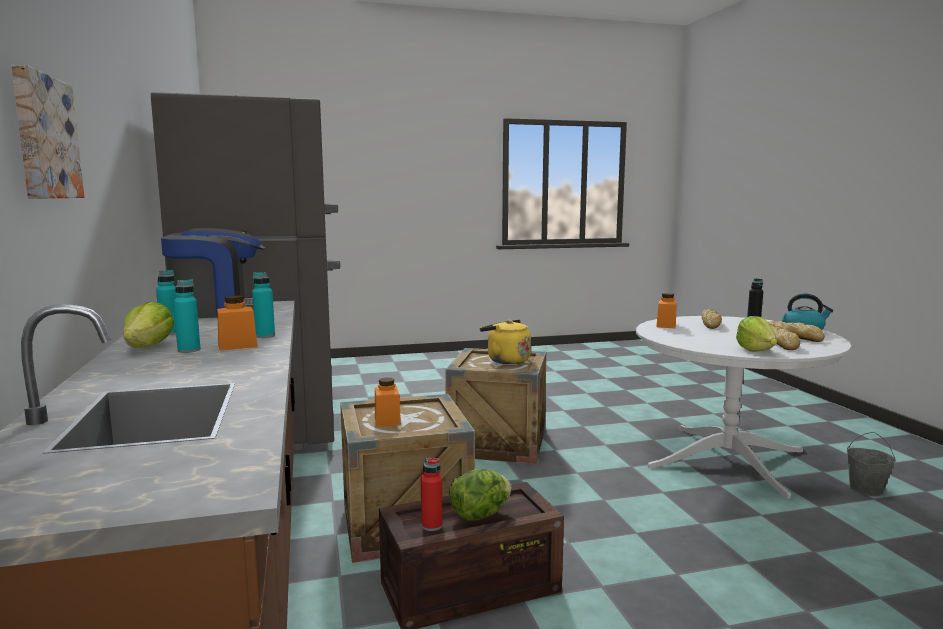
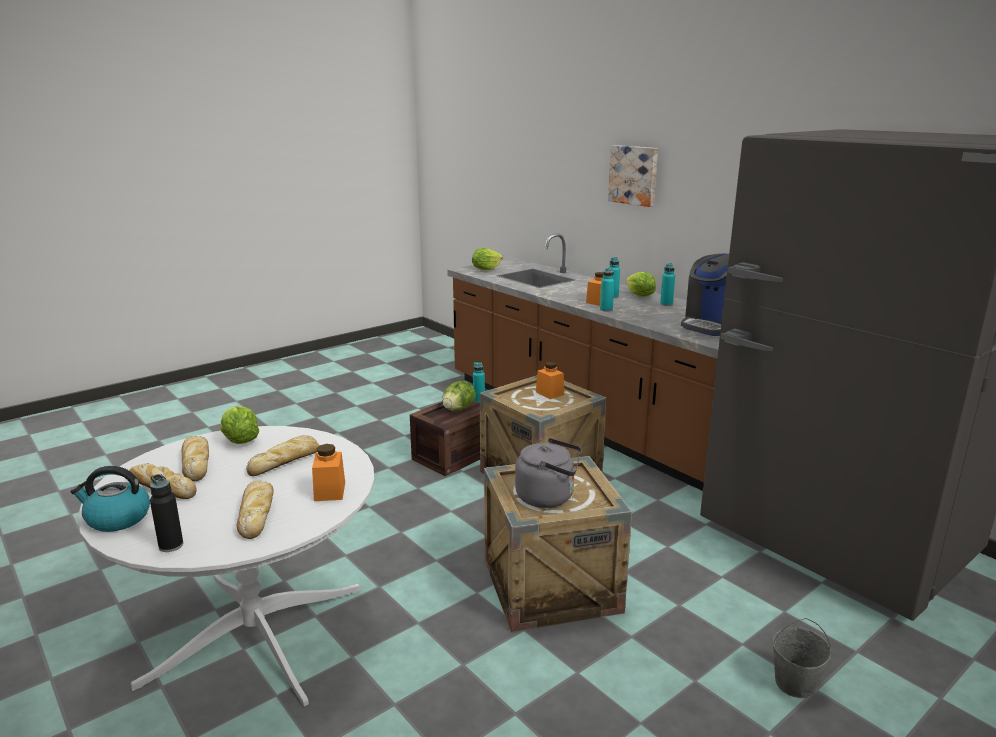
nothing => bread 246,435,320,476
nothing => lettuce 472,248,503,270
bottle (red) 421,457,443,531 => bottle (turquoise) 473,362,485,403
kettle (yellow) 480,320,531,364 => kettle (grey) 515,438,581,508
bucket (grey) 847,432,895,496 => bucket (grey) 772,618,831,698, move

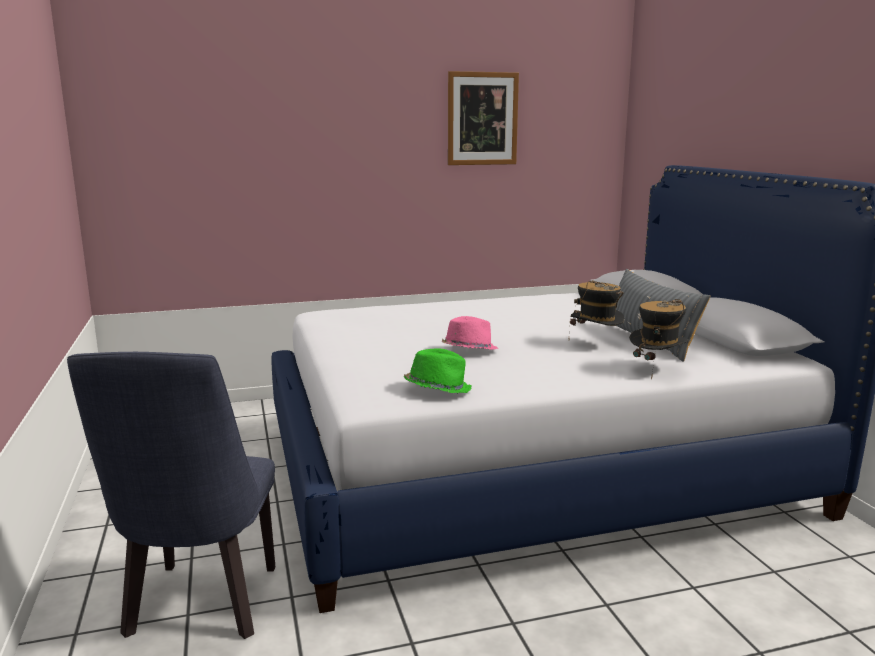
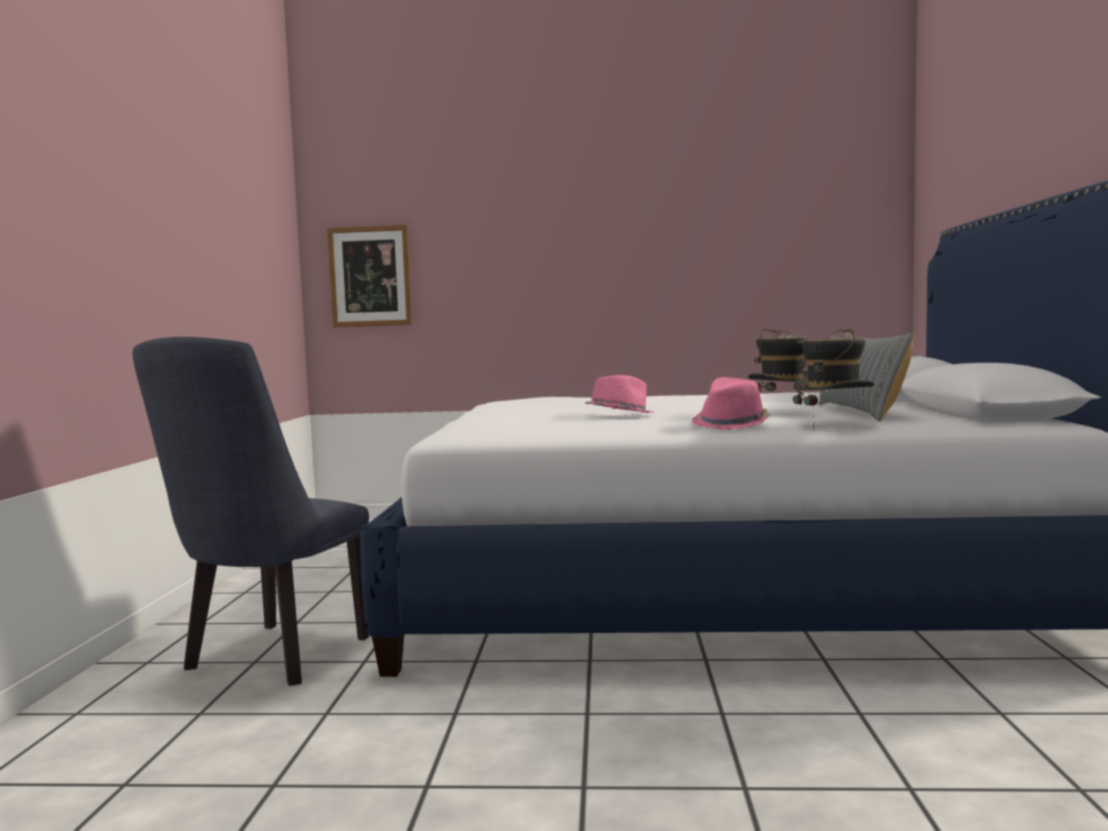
picture 448,71,519,165 => picture 327,224,412,327, move
nothing => hat (pink) 692,377,771,430
hat (green) 404,348,471,393 => nothing

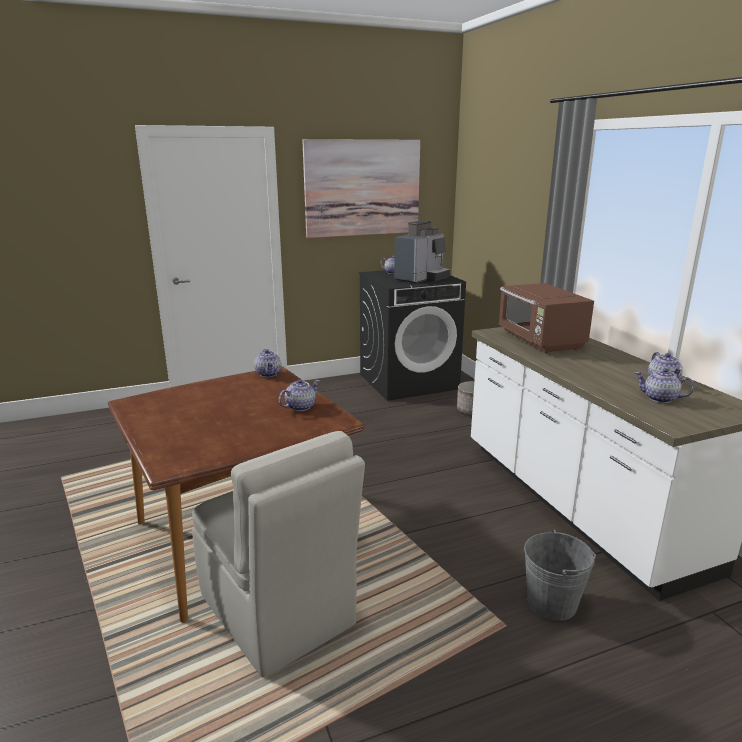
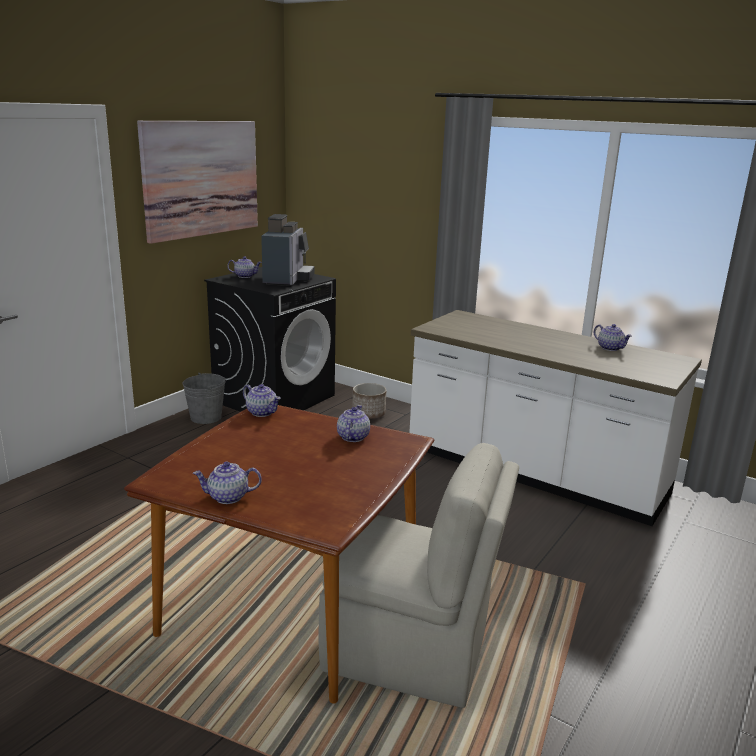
bucket (grey) 524,529,596,621 => bucket (grey) 182,373,226,424, move
teapot 635,368,694,403 => teapot 193,462,262,504, move
microwave (brown) 499,283,594,353 => nothing

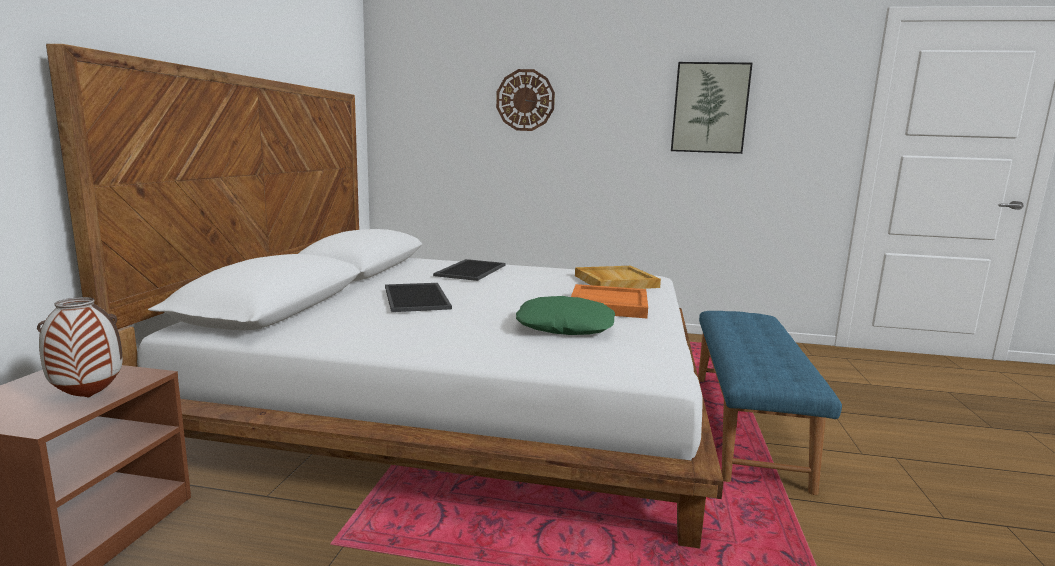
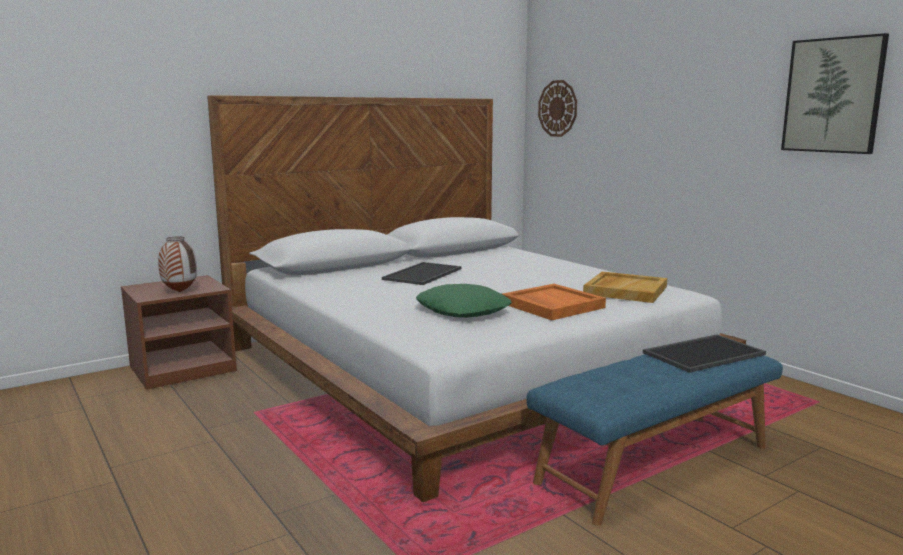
wall clock 496,69,555,131 => wall clock 538,80,577,137, move
tray 433,259,506,281 => tray 643,334,766,373, move

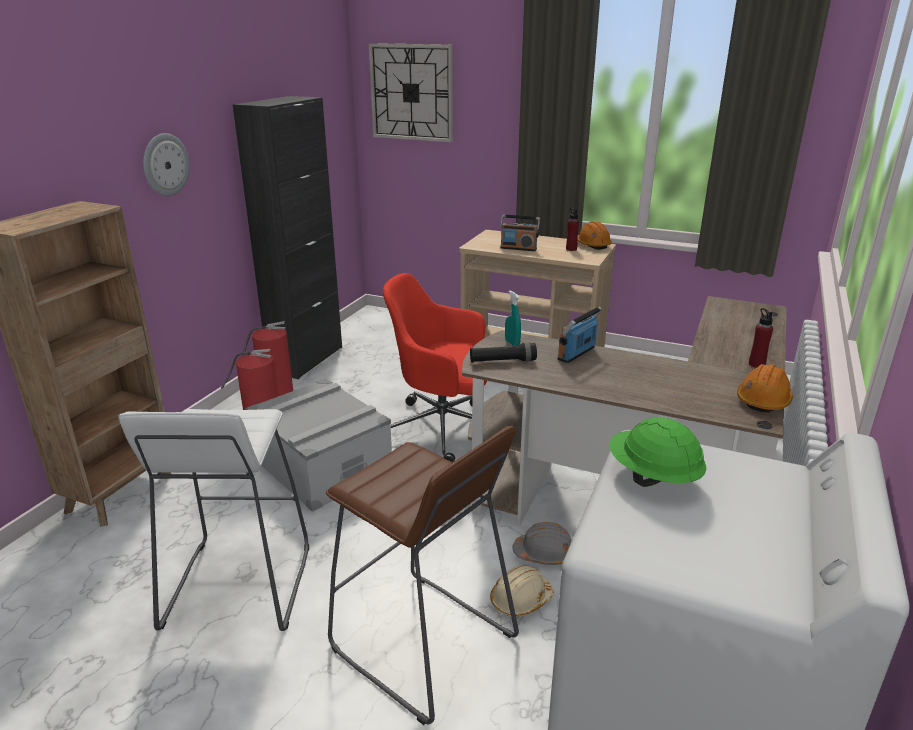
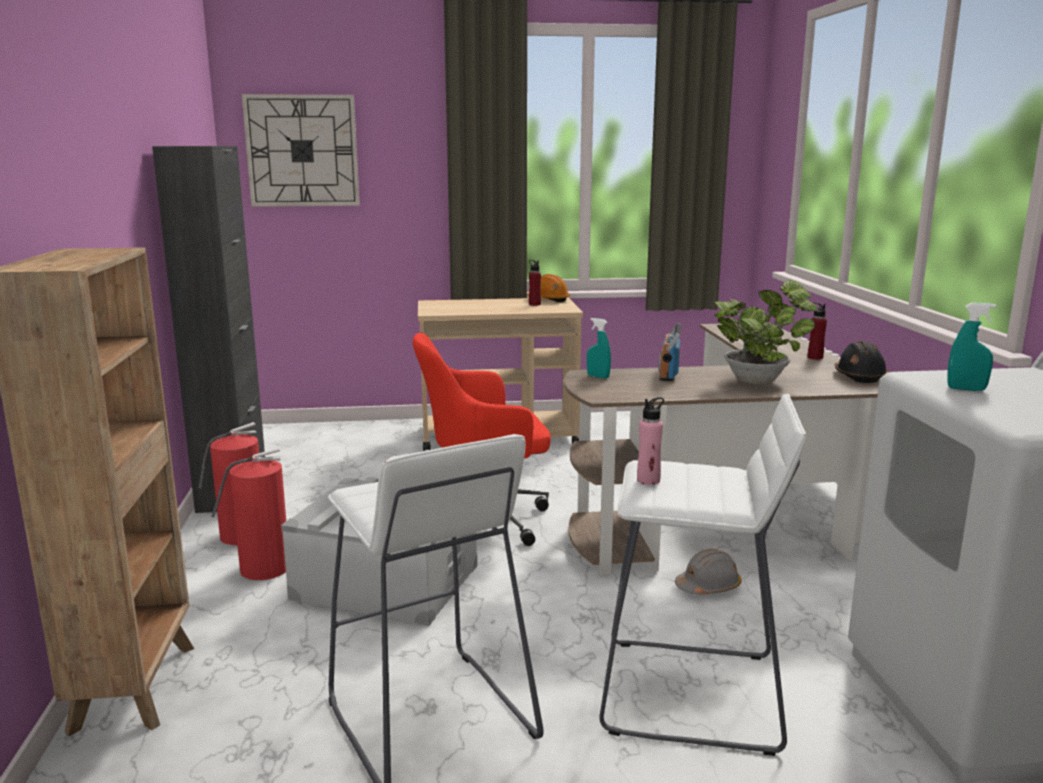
stool (brown) 326,426,519,725 => stool (white) 599,394,806,756
nothing => bottle (pink) 637,397,664,485
nothing => potted plant 715,280,818,384
hard hat (orange) 737,364,793,413 => hard hat (black) 835,341,888,383
hard hat (green) 609,417,707,487 => spray bottle (turquoise) 947,303,996,391
wall clock 143,133,190,196 => nothing
flashlight (black) 470,343,537,363 => nothing
hard hat (beige) 490,565,554,617 => nothing
radio 500,215,540,251 => nothing

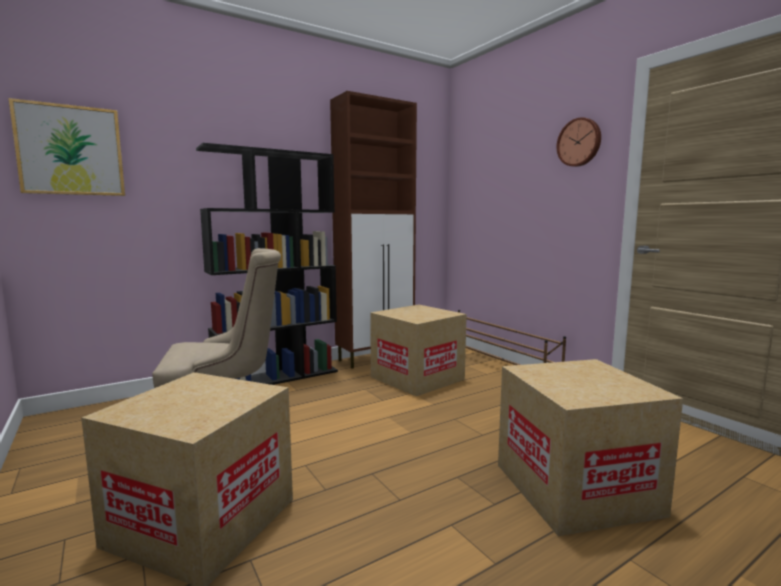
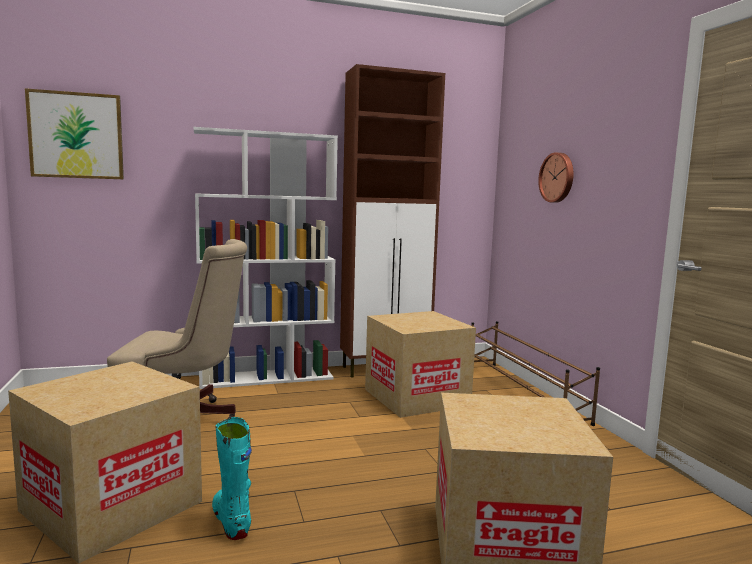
bookcase (black) 196,143,338,385 => bookcase (white) 193,127,338,389
nothing => boot (turquoise) 212,417,252,540
wall clock 557,117,601,167 => wall clock 538,152,574,203, move

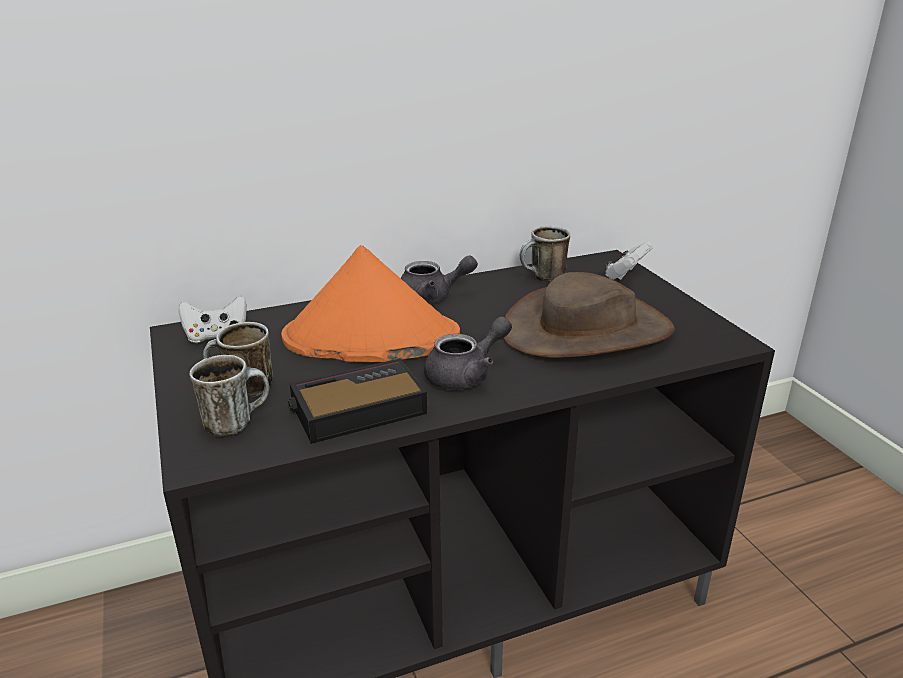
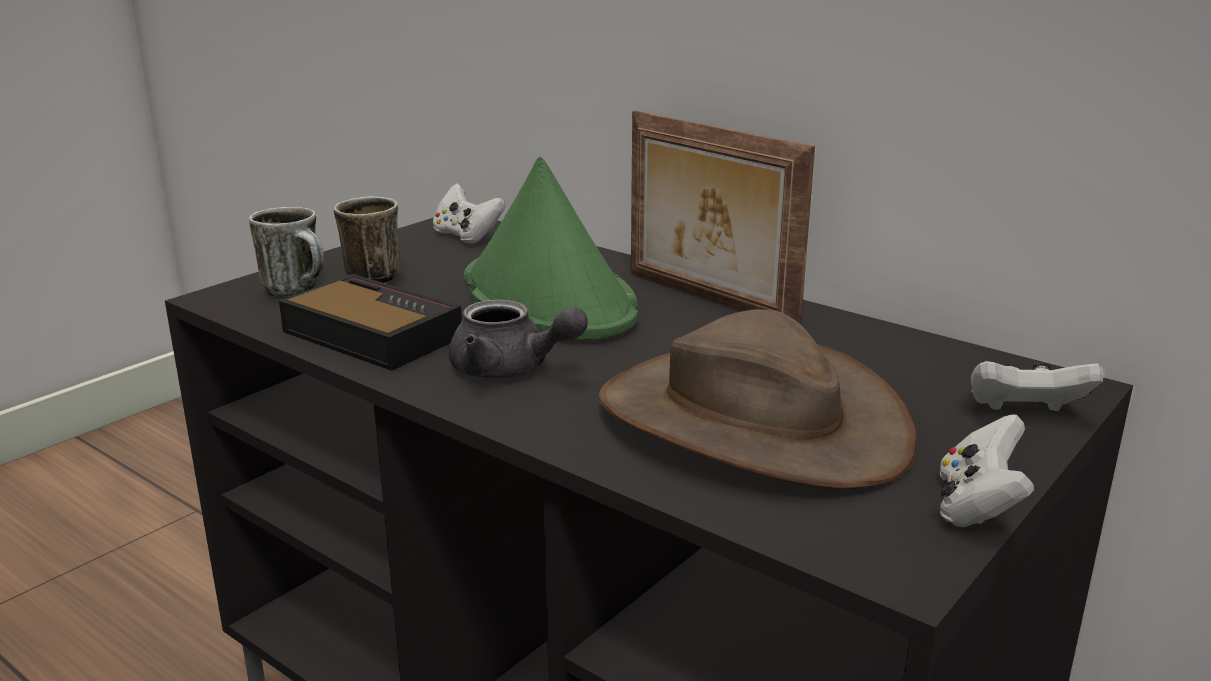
hat (orange) 281,245,460,362 => hat (green) 464,157,639,340
teapot (grey) 401,255,478,304 => picture frame 631,111,815,325
nothing => game controller (white) 940,415,1034,527
mug 520,226,570,282 => nothing

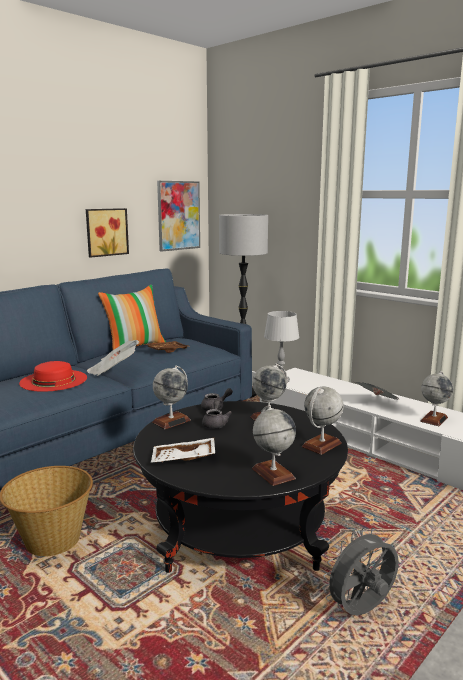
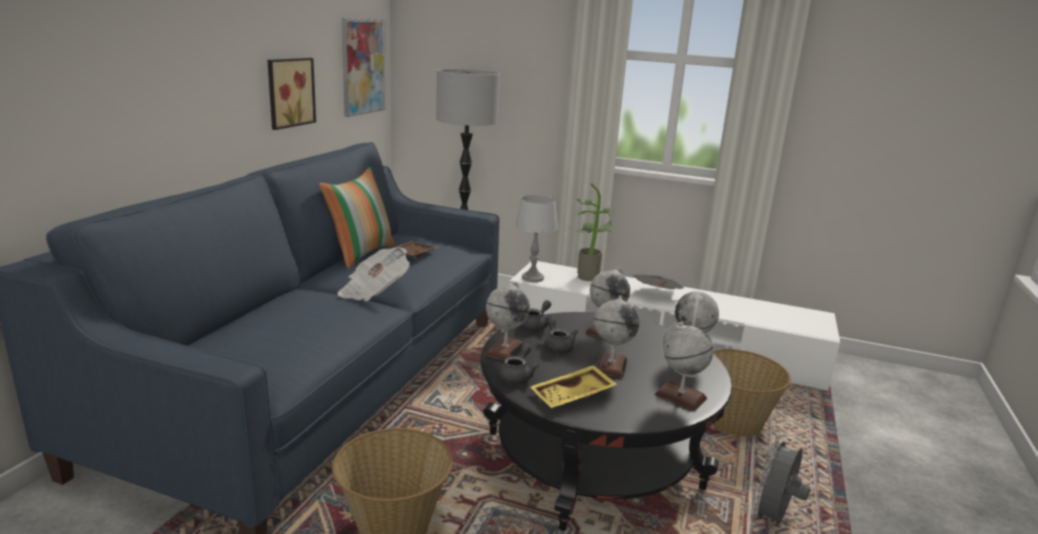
nothing => teapot (grey) 498,344,539,384
tray (white) 151,438,215,463 => tray (yellow) 530,365,618,408
nothing => potted plant 568,184,614,281
globe 420,371,453,426 => globe 594,296,639,379, move
nothing => basket 713,349,791,437
hat (red) 19,361,87,392 => nothing

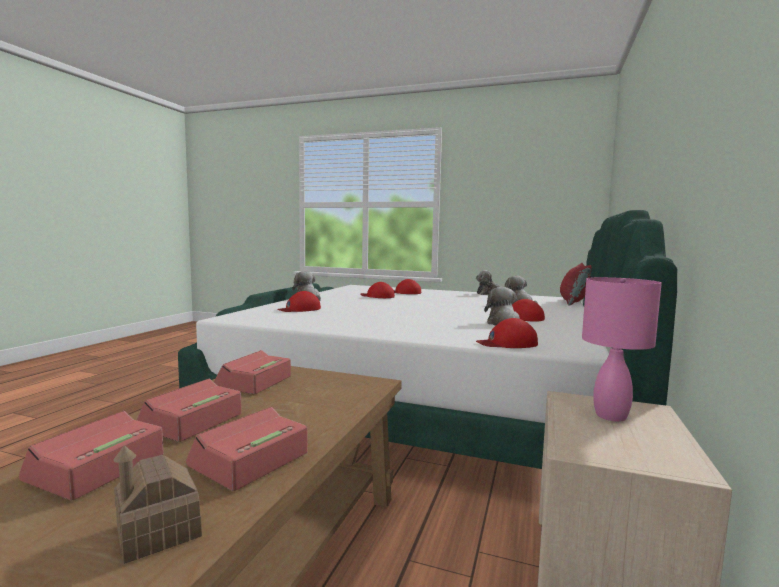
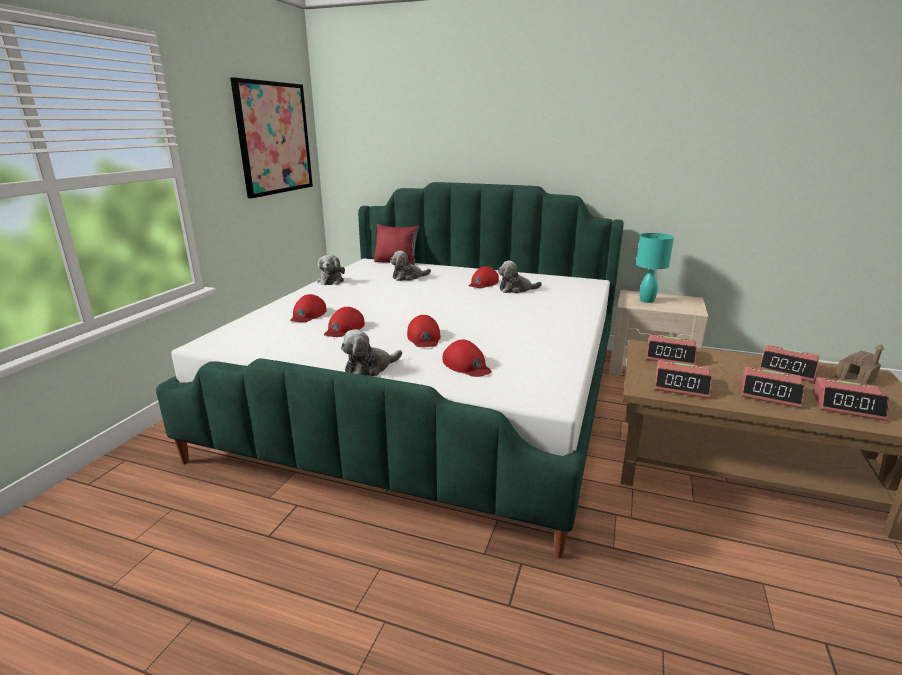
nothing => picture 230,77,313,198
cap (red) 476,318,538,348 => cap (red) 407,315,441,347, move
table lamp (pink) 582,277,662,422 => table lamp (turquoise) 636,233,674,303
nothing => alarm clock 646,334,697,365

